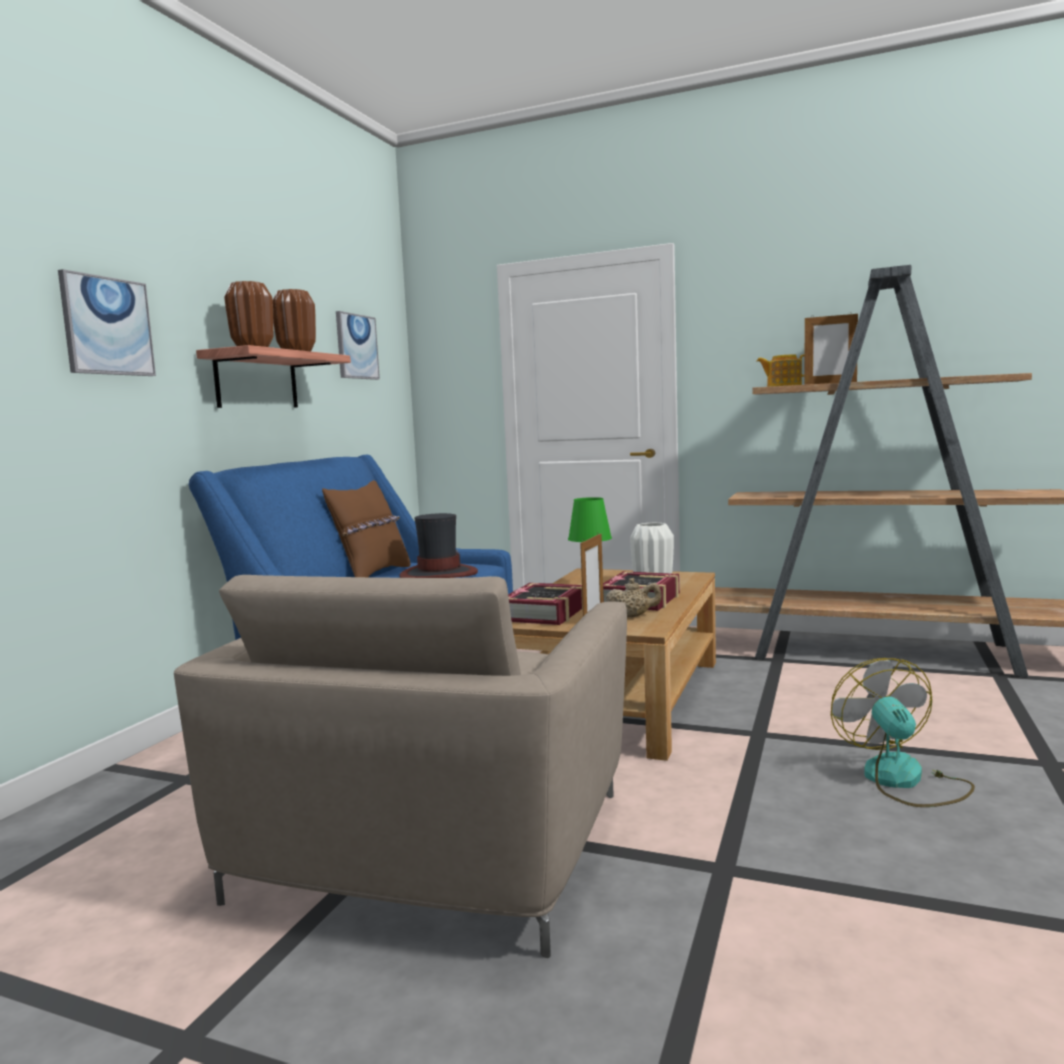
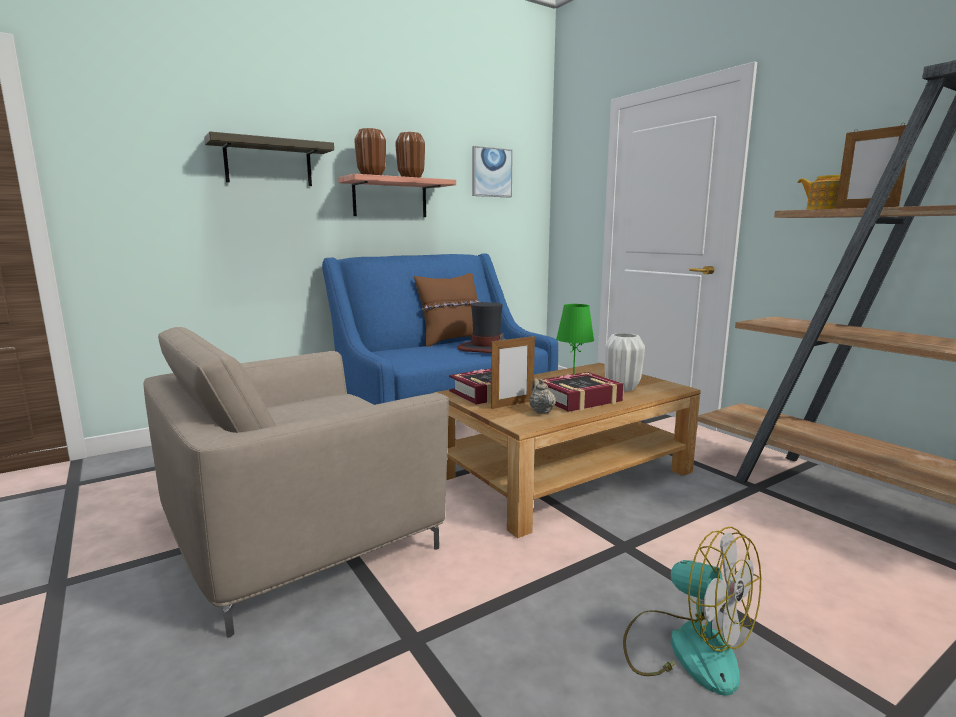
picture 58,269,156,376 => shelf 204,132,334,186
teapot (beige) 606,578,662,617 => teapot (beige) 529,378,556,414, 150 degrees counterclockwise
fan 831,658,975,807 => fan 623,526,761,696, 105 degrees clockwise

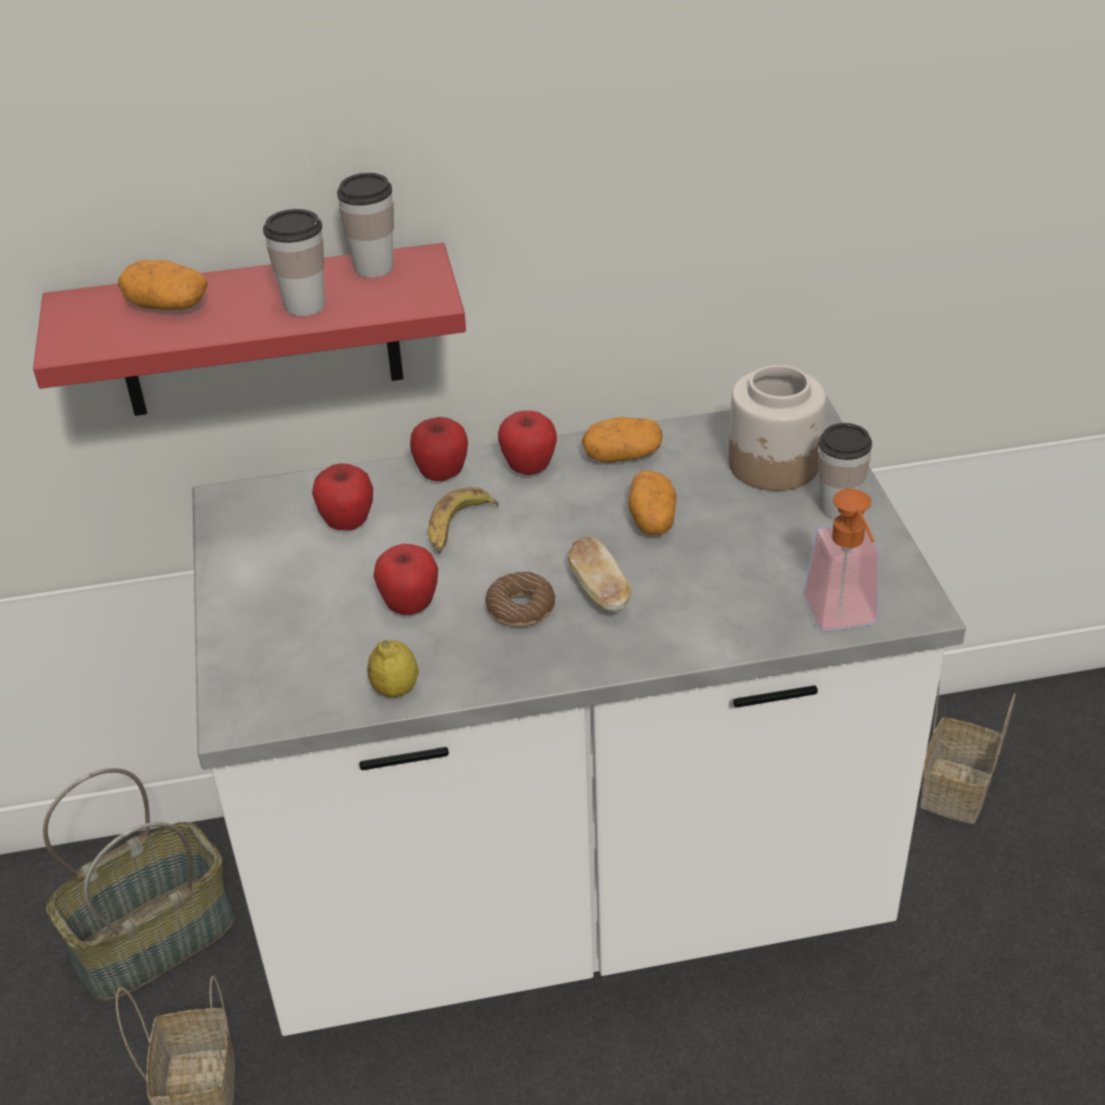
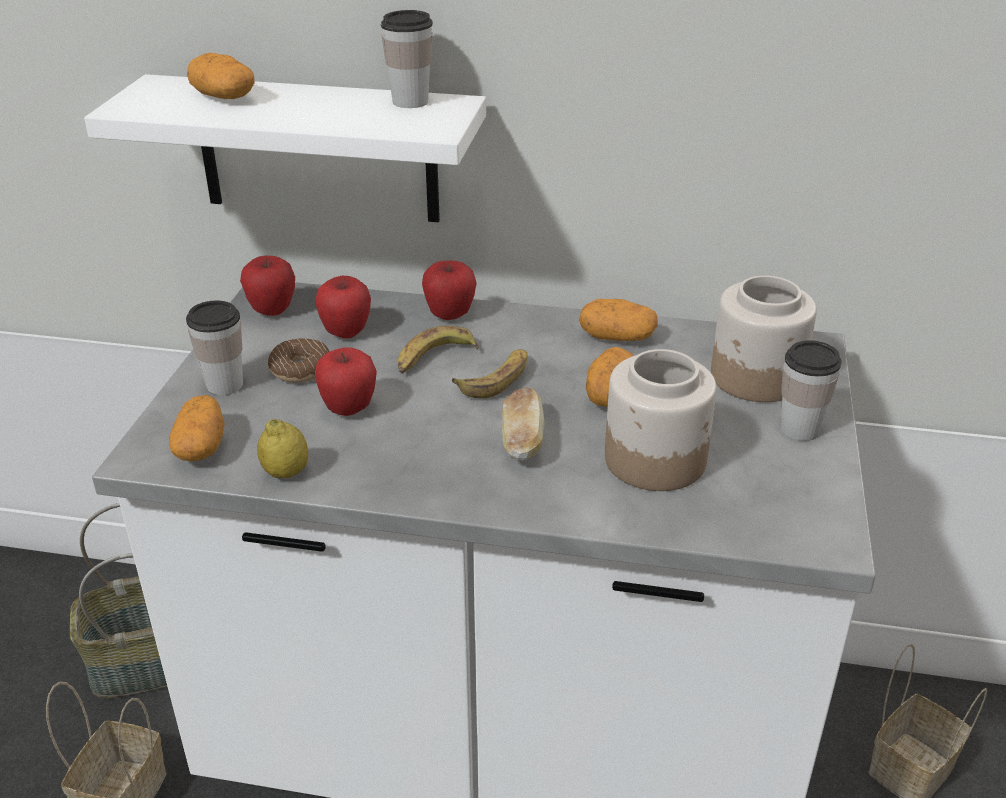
shelf (red) 33,243,466,416 => shelf (white) 84,74,486,222
nothing => potato 169,395,225,461
cup 263,209,325,316 => cup 186,300,243,395, move
apple 498,411,557,475 => apple 240,255,295,316, move
donut 485,572,555,627 => donut 268,338,330,383, move
nothing => banana 452,349,528,398
nothing => jar 605,349,717,491
soap dispenser 803,489,879,631 => nothing

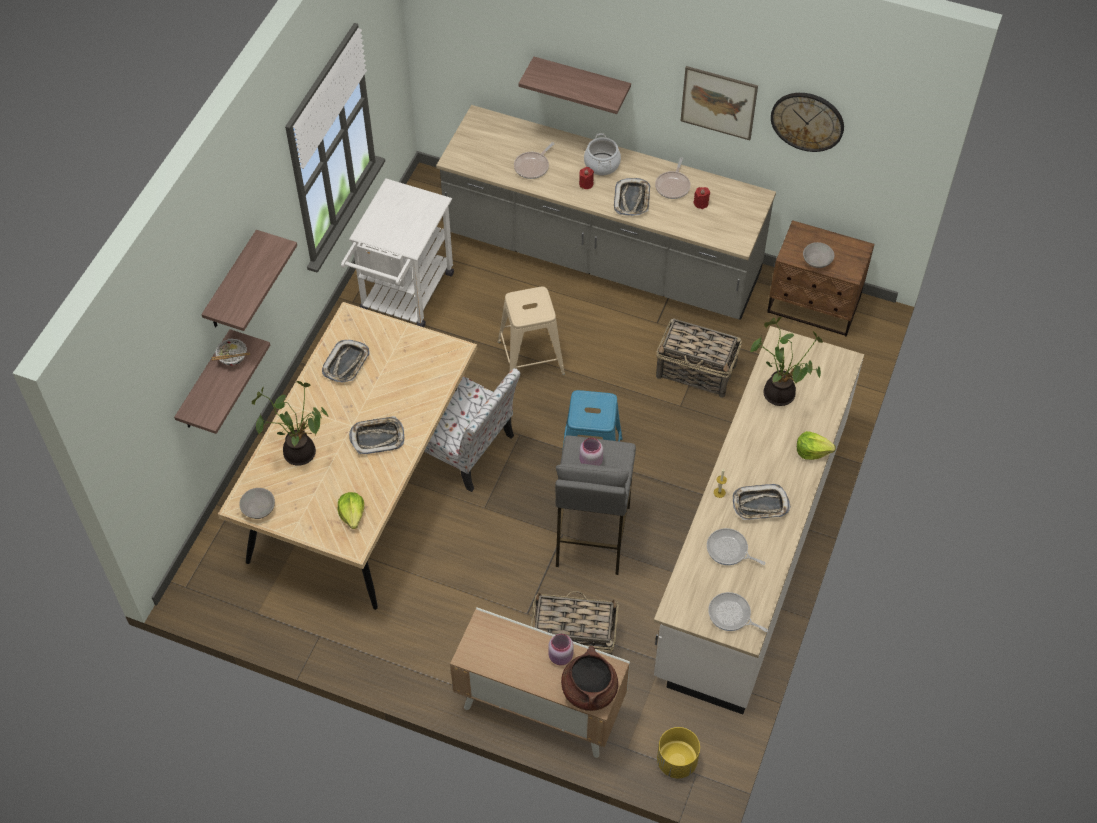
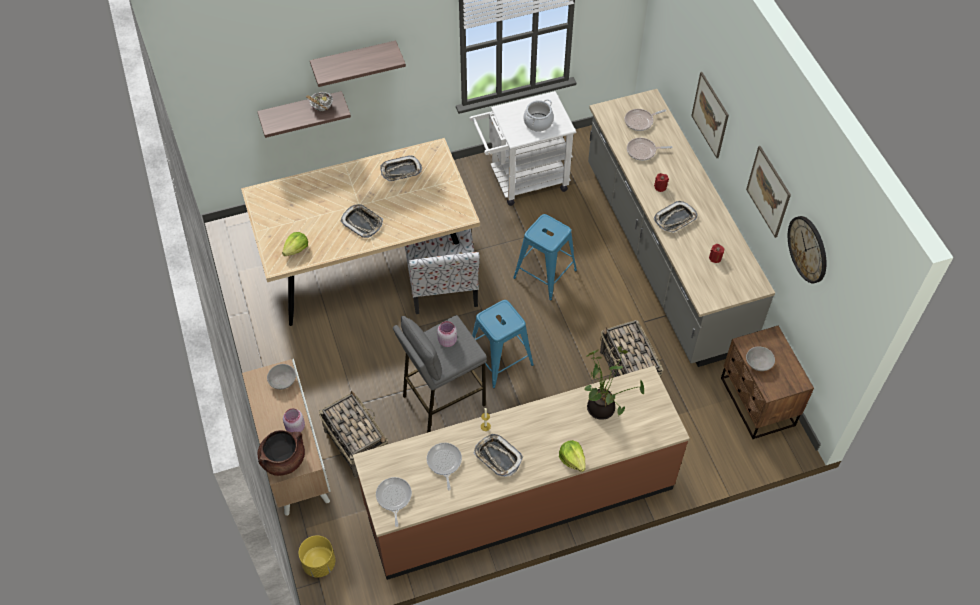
bowl (grey) 239,488,275,519 => bowl (grey) 267,364,296,390, move
counter (white) 654,326,864,715 => counter (brown) 353,366,690,580
stool (beige) 497,287,565,375 => stool (blue) 513,214,577,300
cooking pot 584,133,621,175 => cooking pot 523,99,554,132, move
frying pan 655,157,691,199 => frying pan 625,109,666,131, move
shelf 518,57,631,114 => picture 691,72,729,158
potted plant 252,381,329,466 => nothing

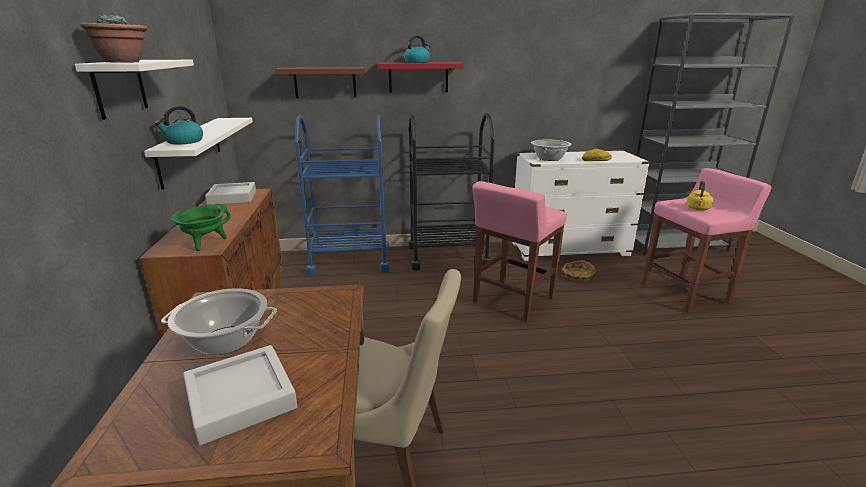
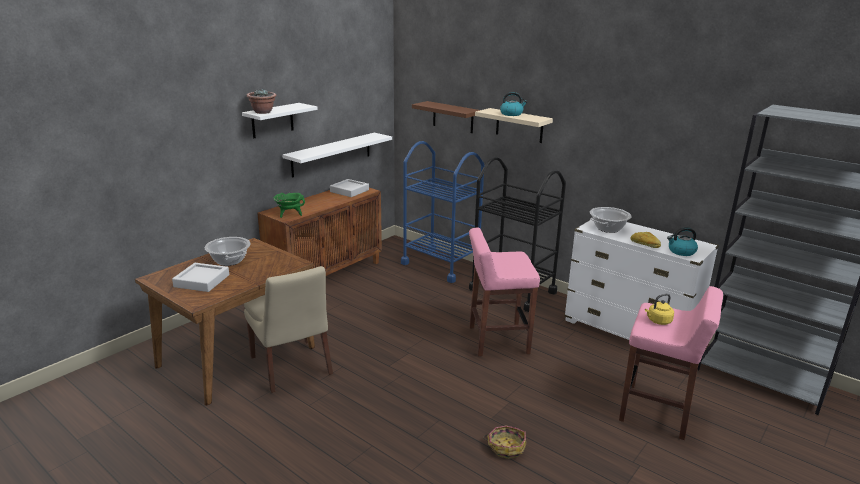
shelf (red) 377,62,464,93 => shelf (beige) 475,108,553,143
basket 562,260,596,282 => basket 483,426,526,459, move
kettle 155,106,203,144 => kettle 667,227,698,256, move

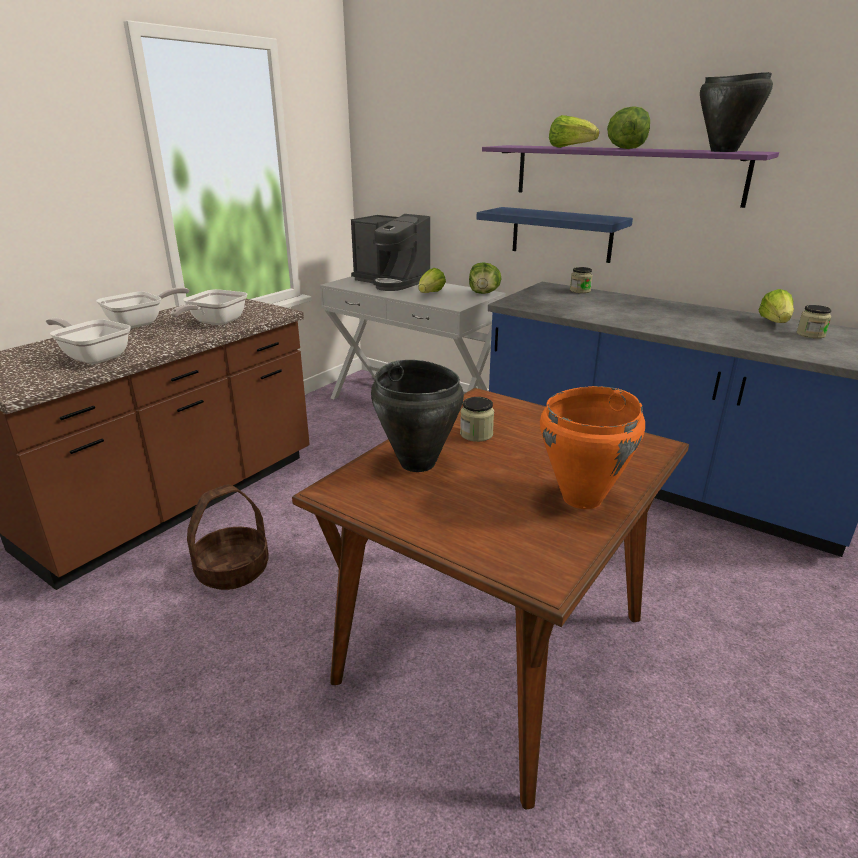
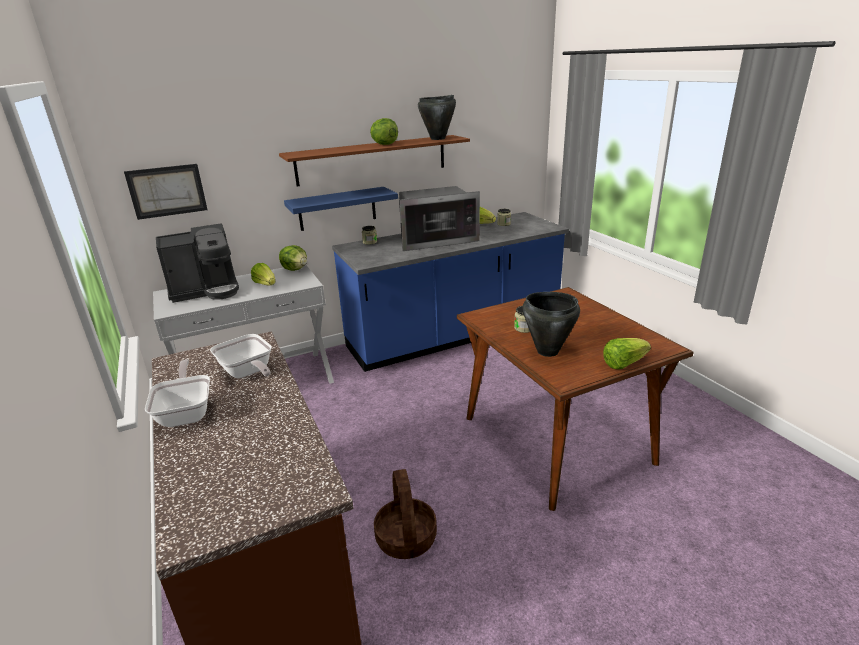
nothing => picture 124,164,208,220
shelf (purple) 482,145,779,208 => shelf (brown) 279,135,470,186
nothing => microwave 399,186,480,251
lettuce 549,115,599,148 => lettuce 603,338,651,369, move
frying pan 46,318,131,364 => nothing
cooking pot (orange) 540,386,645,509 => nothing

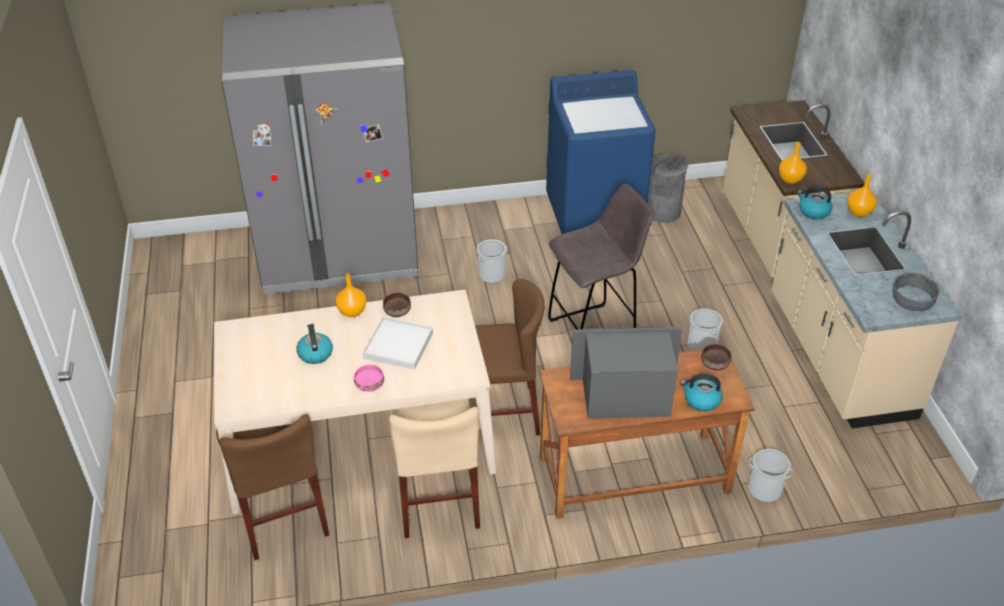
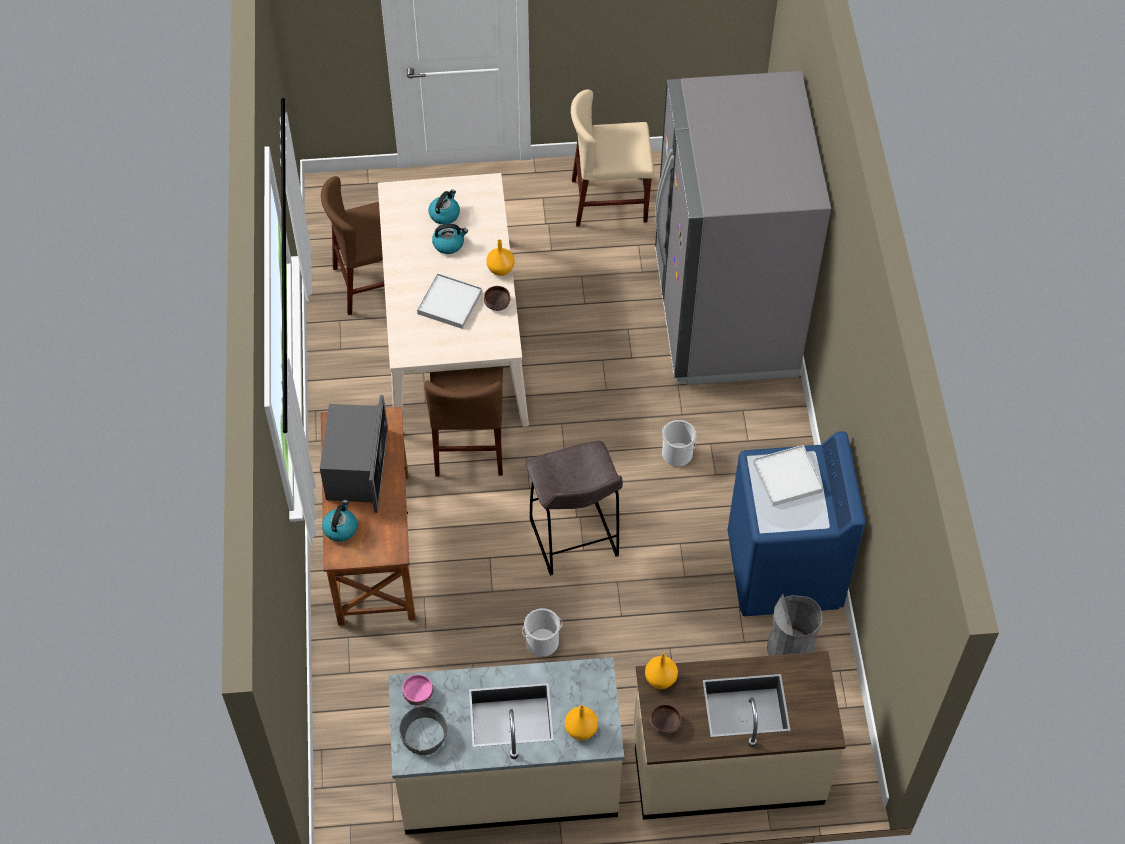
bowl (pink) 354,365,384,392 => bowl (pink) 402,675,433,705, move
kettle 797,186,832,219 => kettle 428,189,460,225, move
chair (beige) 389,399,480,538 => chair (beige) 571,89,654,227, move
bowl (brown) 701,344,732,370 => bowl (brown) 650,704,681,735, move
nothing => tray (white) 753,445,823,507
bucket 748,449,793,502 => nothing

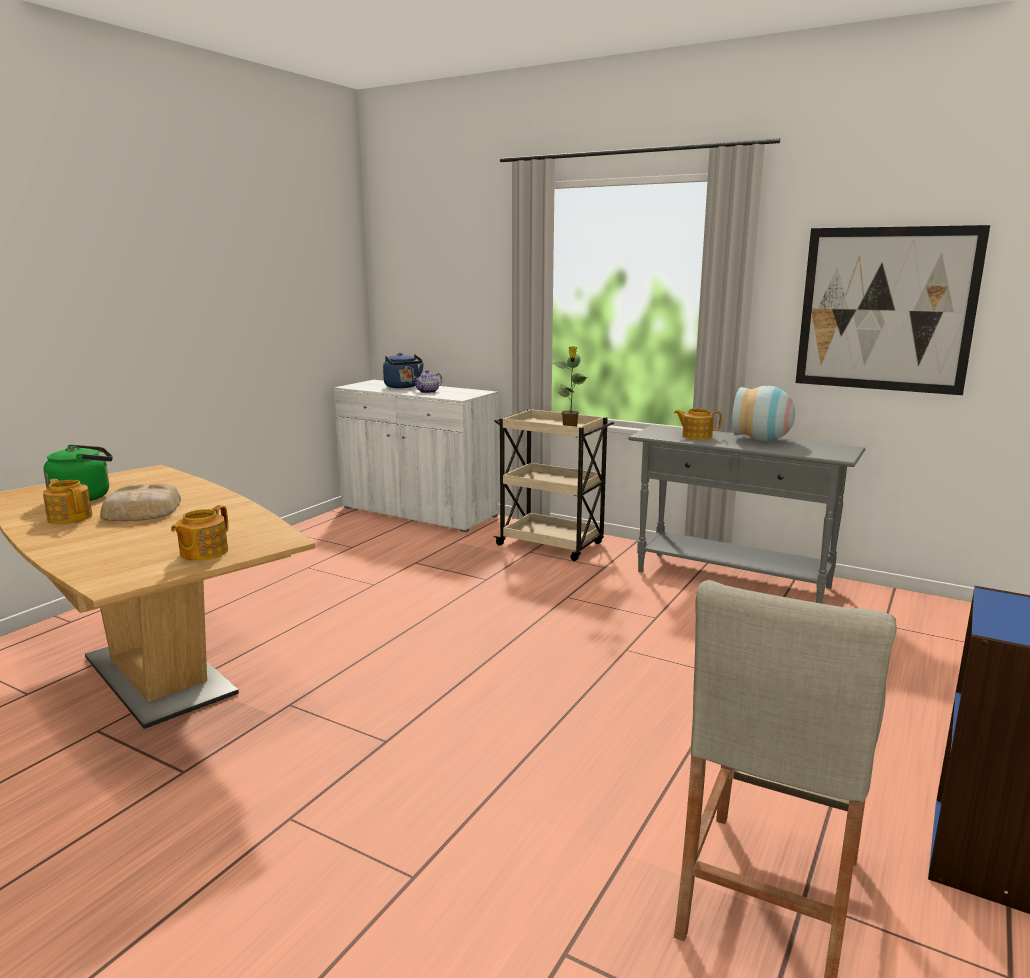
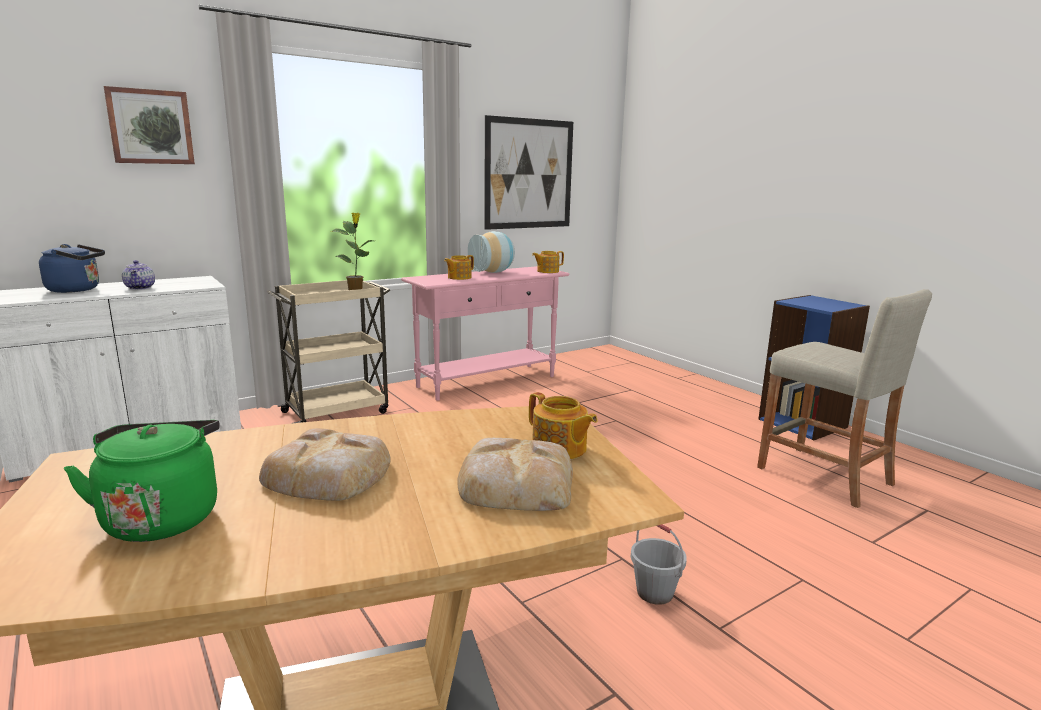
nothing => picture 104,86,195,164
console table (grey) 628,424,865,604 => console table (pink) 401,266,569,401
nothing => bread 457,438,573,511
teapot 43,479,92,524 => teapot 532,251,564,273, move
nothing => bucket (grey) 631,524,687,605

